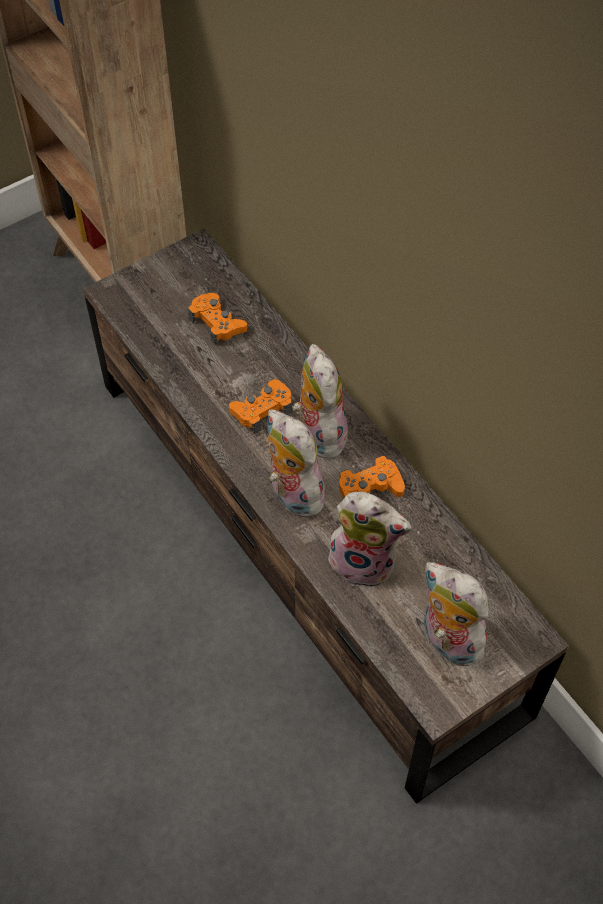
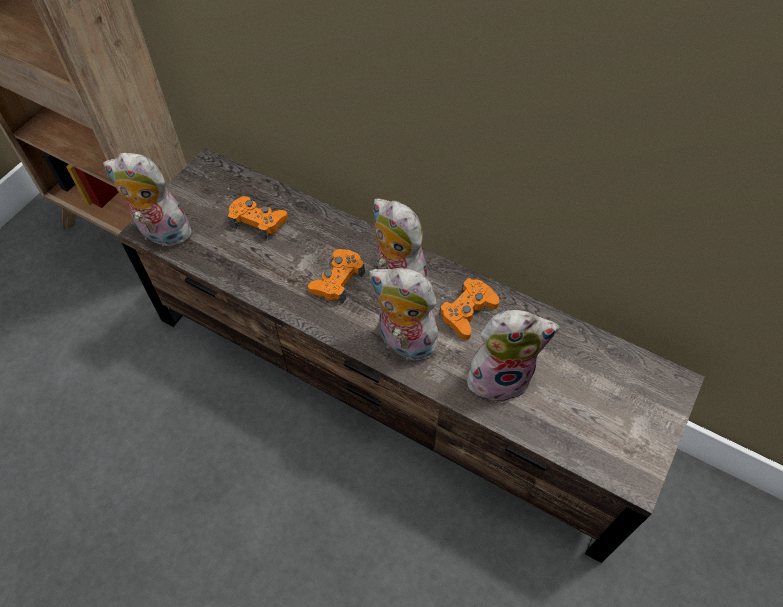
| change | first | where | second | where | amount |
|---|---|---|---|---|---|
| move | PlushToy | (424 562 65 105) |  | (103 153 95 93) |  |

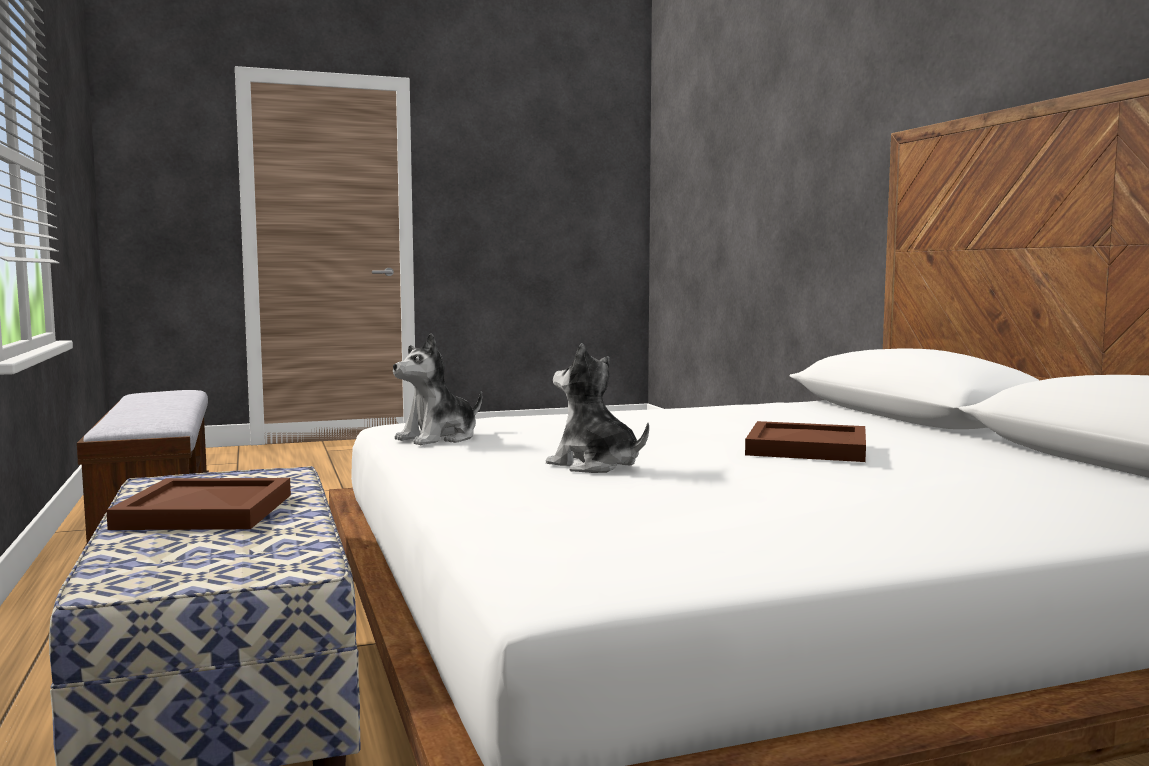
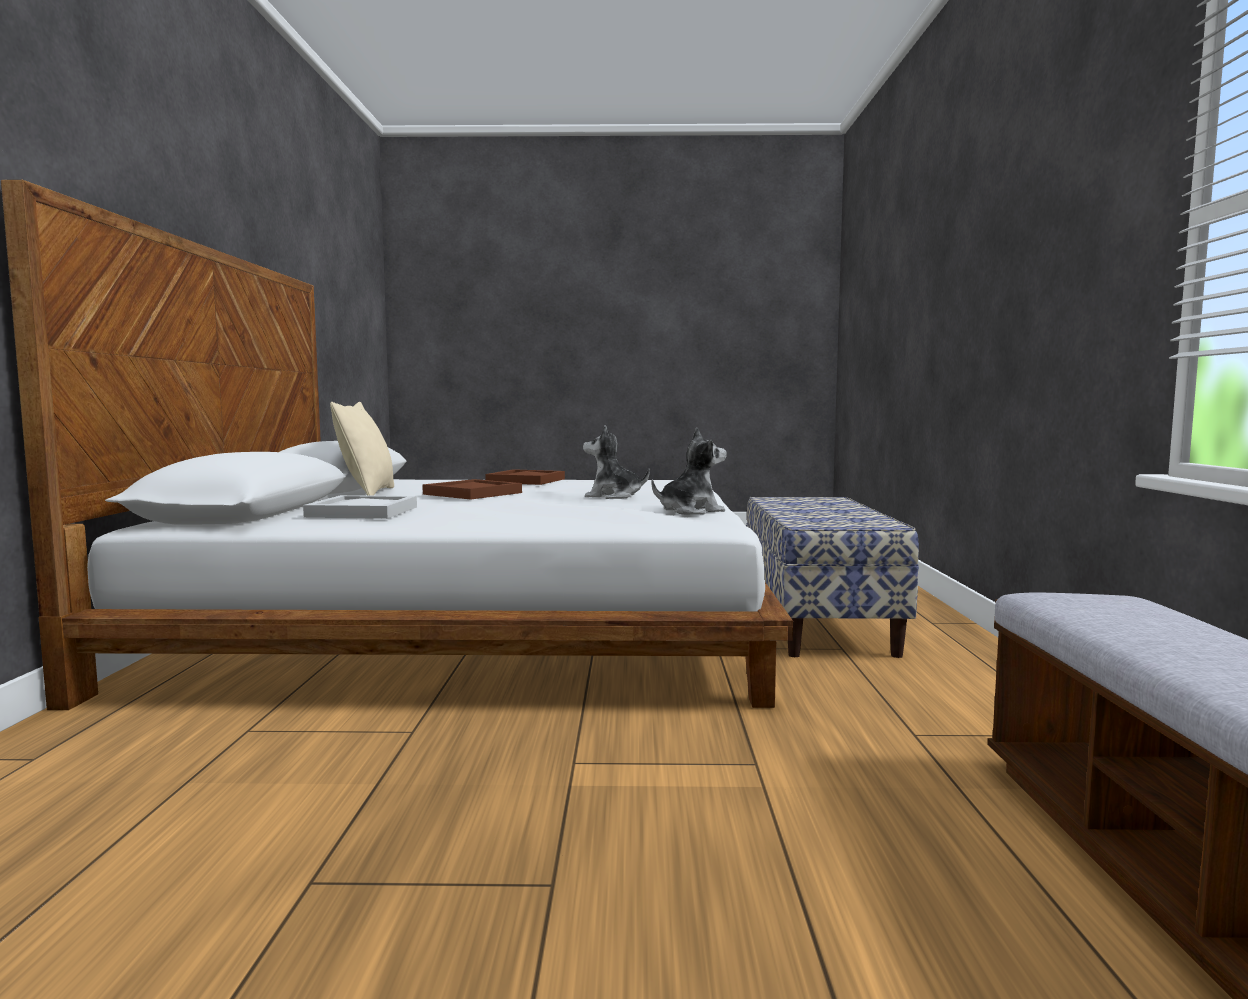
| change | first | where | second | where | amount |
|---|---|---|---|---|---|
| rotate | PlushToy | (546 343 103 130) |  | (583 425 67 74) | 135 degrees clockwise |
| move | BrownTray | (106 478 185 52) |  | (485 469 80 16) |  |
| insert |  |  | BeigePillow | (330 402 64 94) |  |
| insert |  |  | WhiteTray | (303 495 114 24) |  |

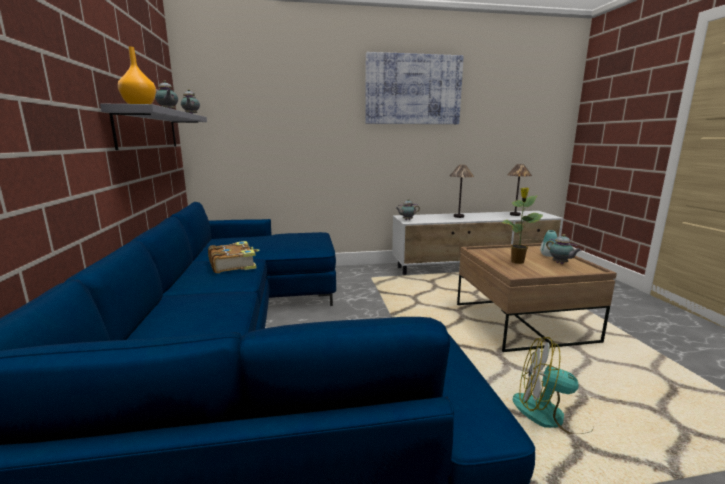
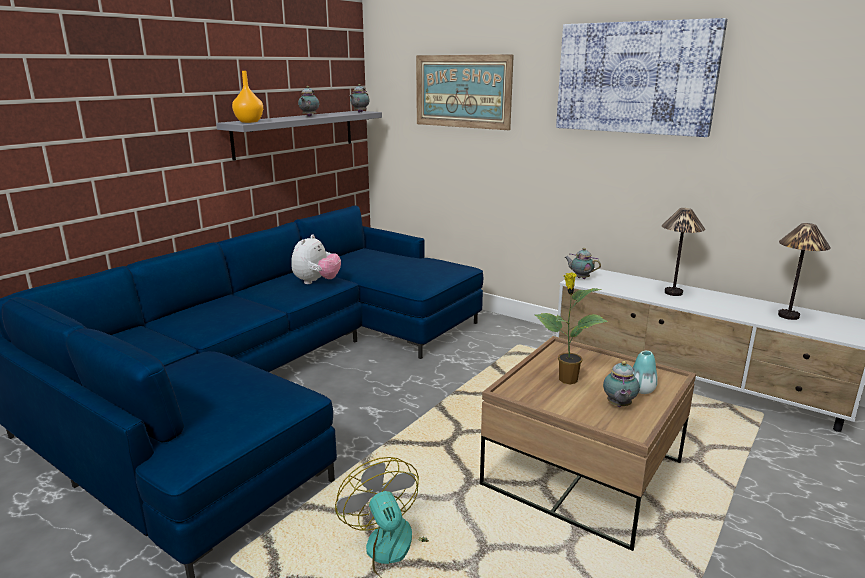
| change | first | where | second | where | amount |
|---|---|---|---|---|---|
| replace | Book | (208 241 52 32) | PlushToy | (291 235 50 49) |  |
| insert |  |  | Picture | (416 54 98 76) |  |

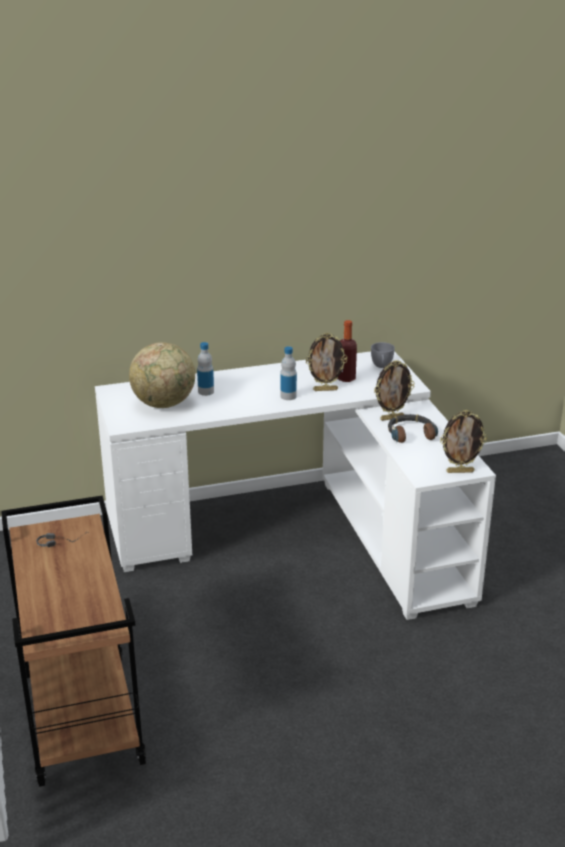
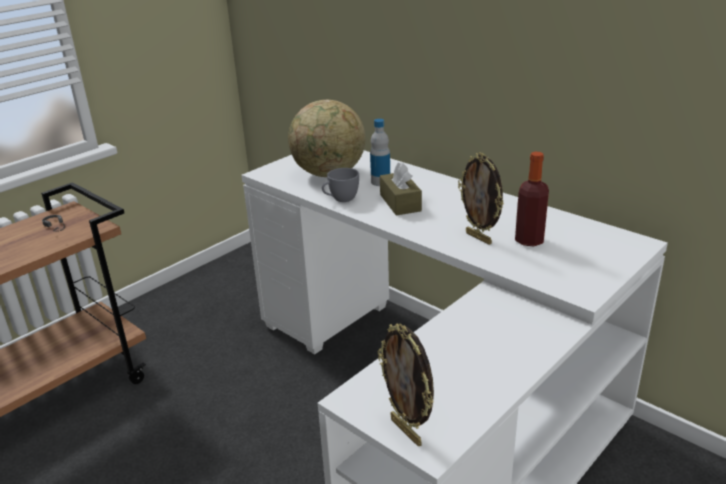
| change | first | where | second | where | amount |
|---|---|---|---|---|---|
| move | GreyCup | (371 342 24 26) |  | (322 168 37 34) |  |
| delete | Bottle | (280 346 17 54) |  |  |  |
| delete | PictureFrame | (374 360 41 61) |  |  |  |
| delete | Headphones | (388 414 50 29) |  |  |  |
| insert |  |  | BrownTissueBox | (380 162 42 54) |  |

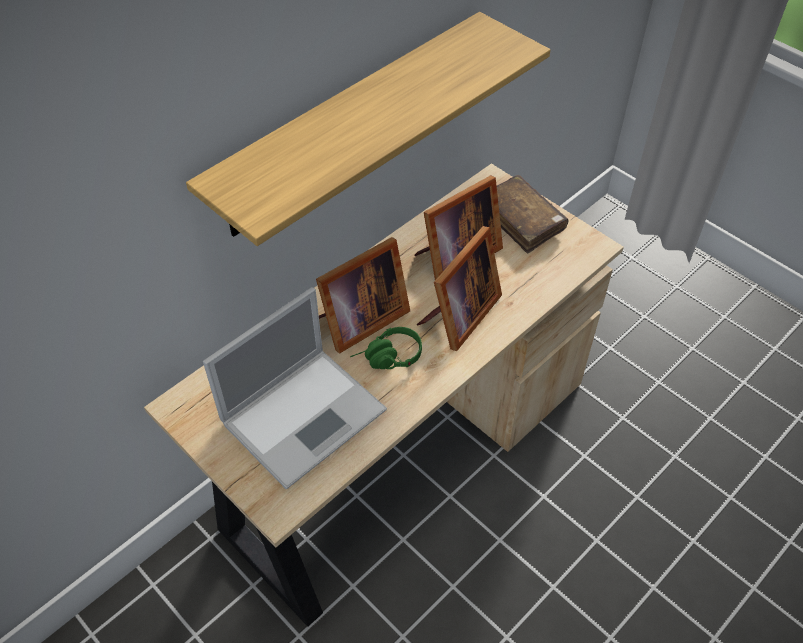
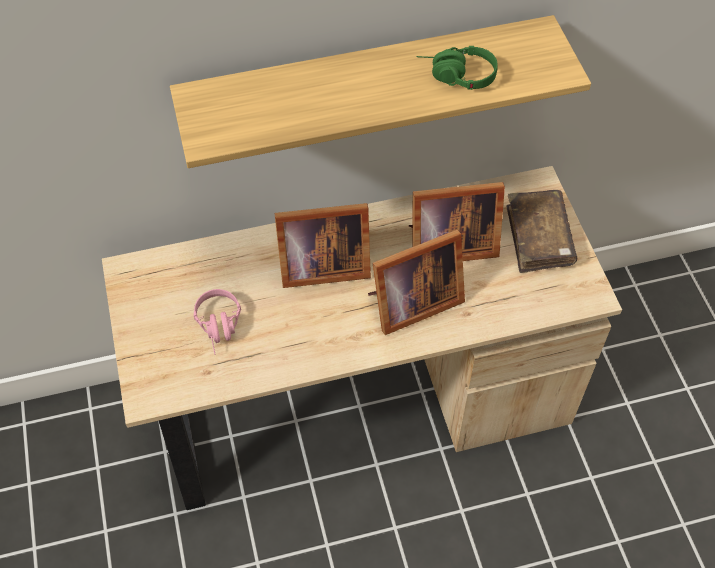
| change | first | where | second | where | amount |
|---|---|---|---|---|---|
| replace | Laptop | (203 287 184 202) | PinkHeadphones | (193 289 48 66) |  |
| move | GreenHeadphones | (350 327 72 42) |  | (417 46 81 44) |  |

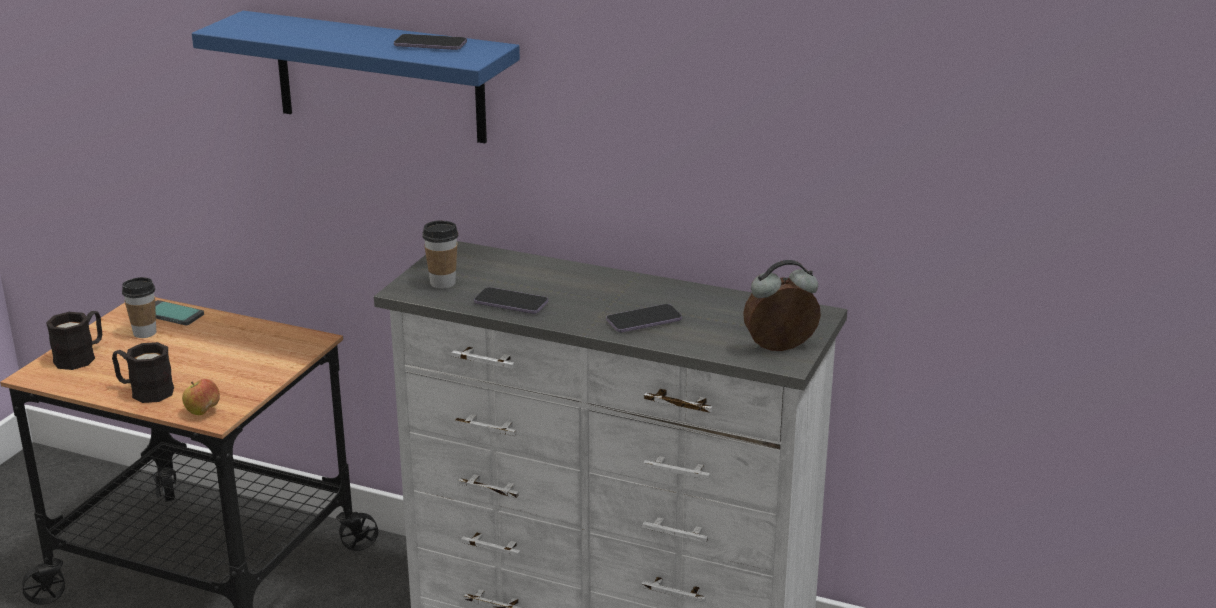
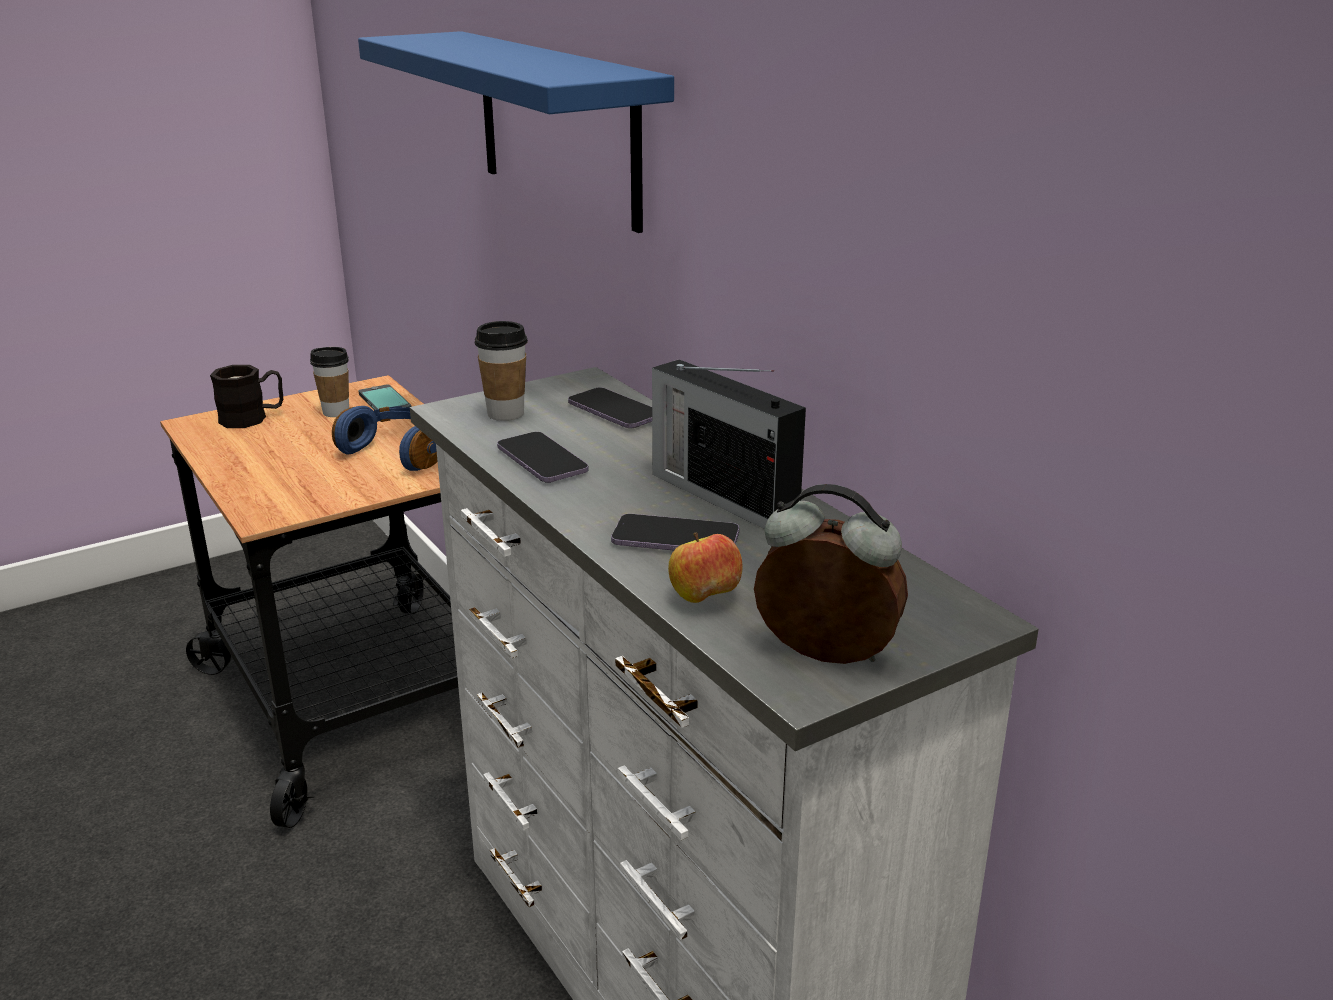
| change | first | where | second | where | amount |
|---|---|---|---|---|---|
| move | Phone | (394 34 73 16) |  | (568 387 84 41) |  |
| delete | BlackMug | (112 342 62 61) |  |  |  |
| move | Apple | (182 379 38 36) |  | (668 533 75 70) |  |
| insert |  |  | Radio | (652 359 154 170) |  |
| insert |  |  | BlueHeadphones | (332 406 106 65) |  |

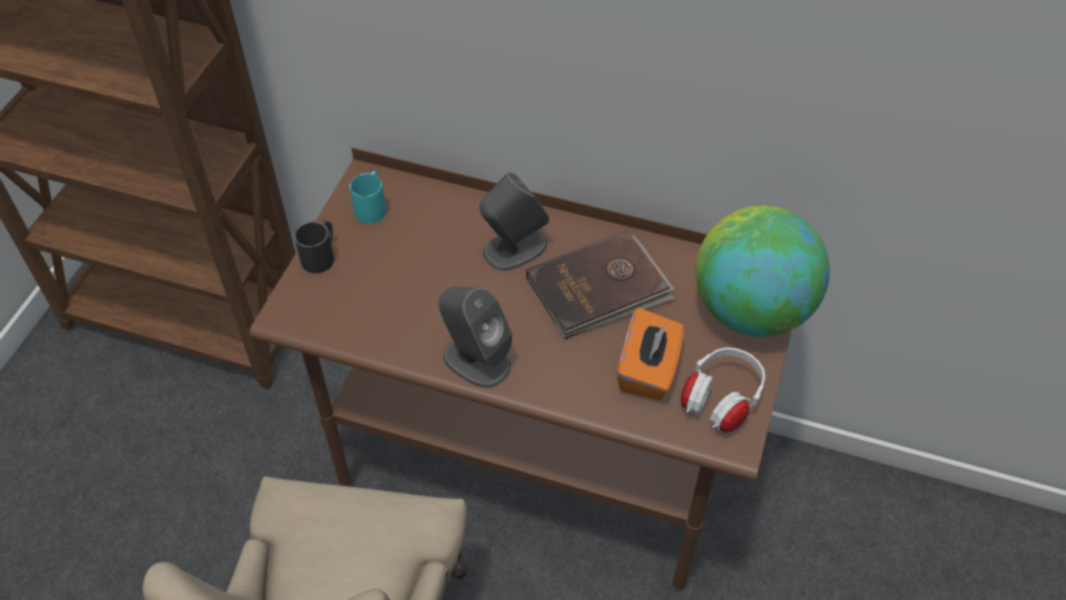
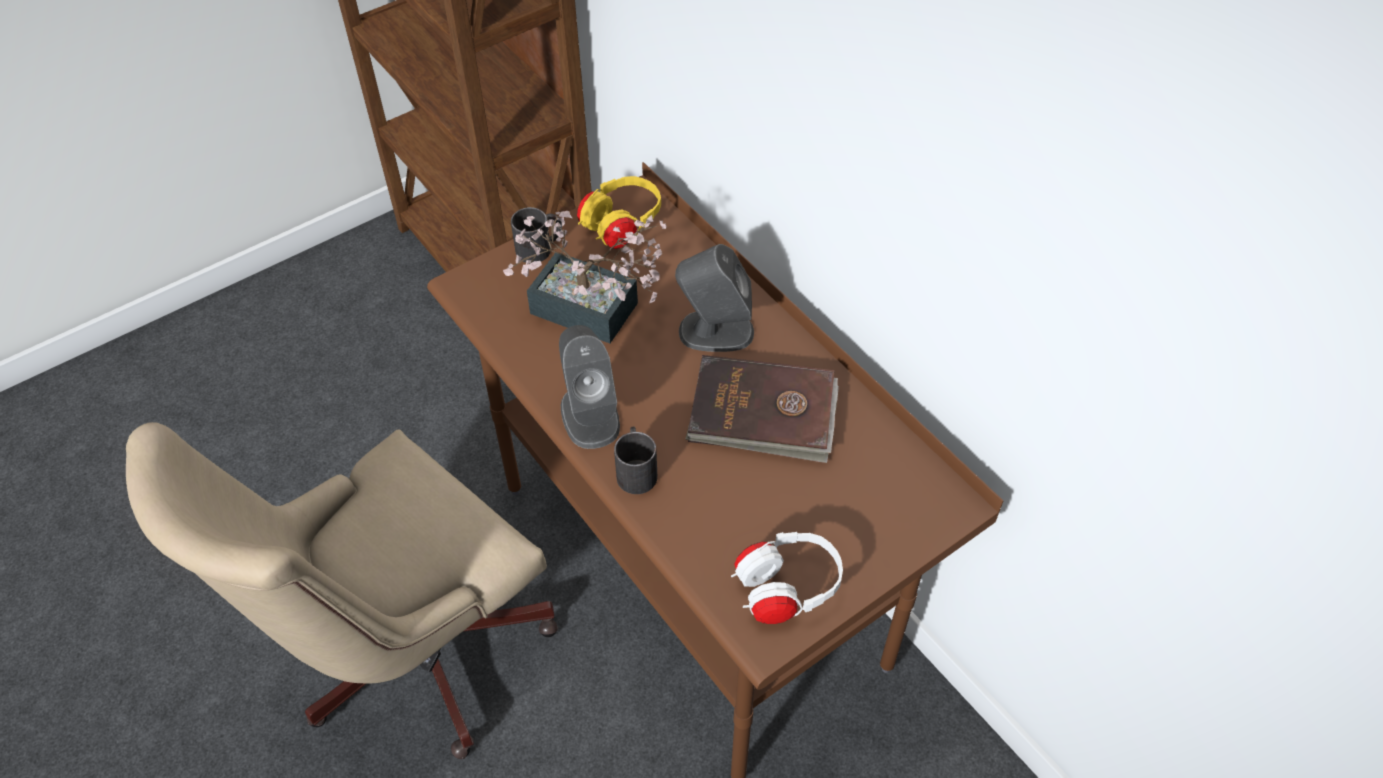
| change | first | where | second | where | amount |
|---|---|---|---|---|---|
| replace | TurquoiseMug | (349 171 37 53) | YellowHeadphones | (577 176 84 73) |  |
| delete | Globe | (696 206 134 131) |  |  |  |
| delete | OrangeTissueBox | (617 307 67 93) |  |  |  |
| insert |  |  | PottedPlant | (503 211 164 132) |  |
| insert |  |  | BlackMug | (614 427 43 67) |  |

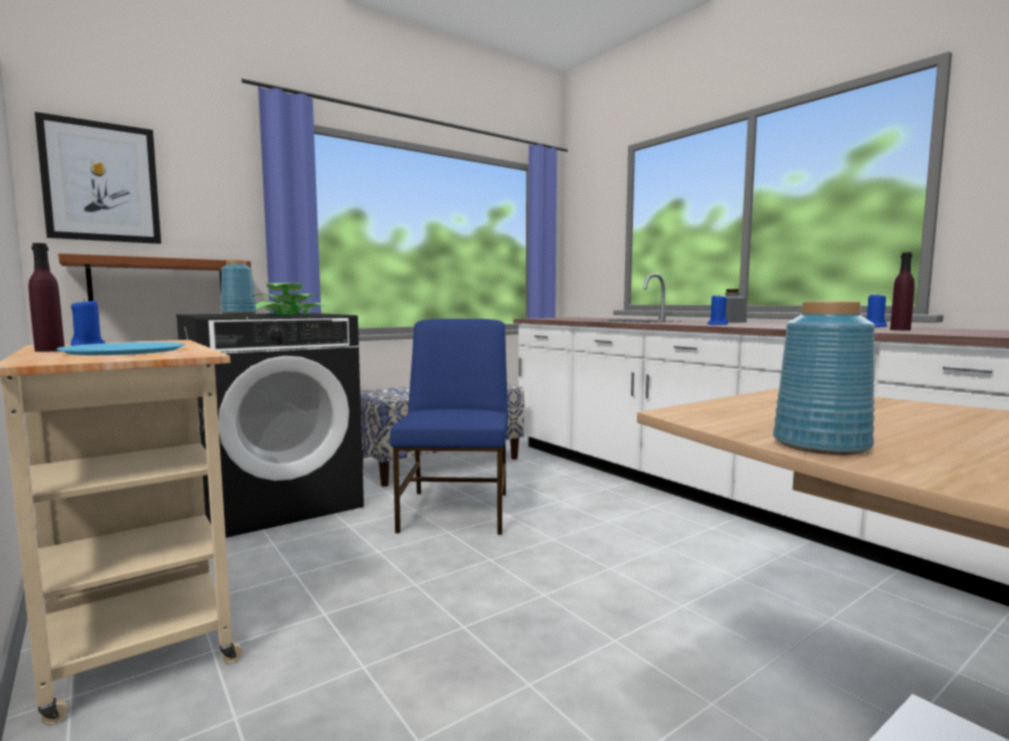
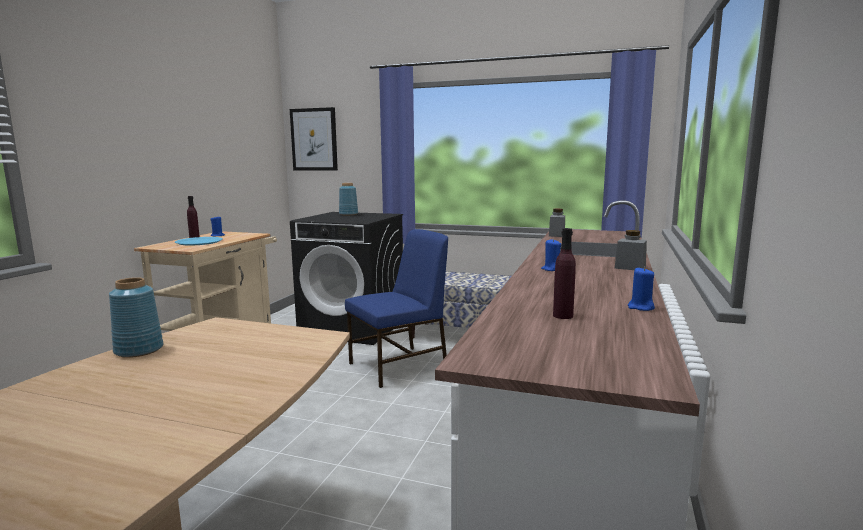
| change | first | where | second | where | amount |
|---|---|---|---|---|---|
| delete | BrownShelf | (58 253 193 49) |  |  |  |
| delete | PottedPlant | (250 283 80 32) |  |  |  |
| insert |  |  | GreyJar | (549 209 16 28) |  |

